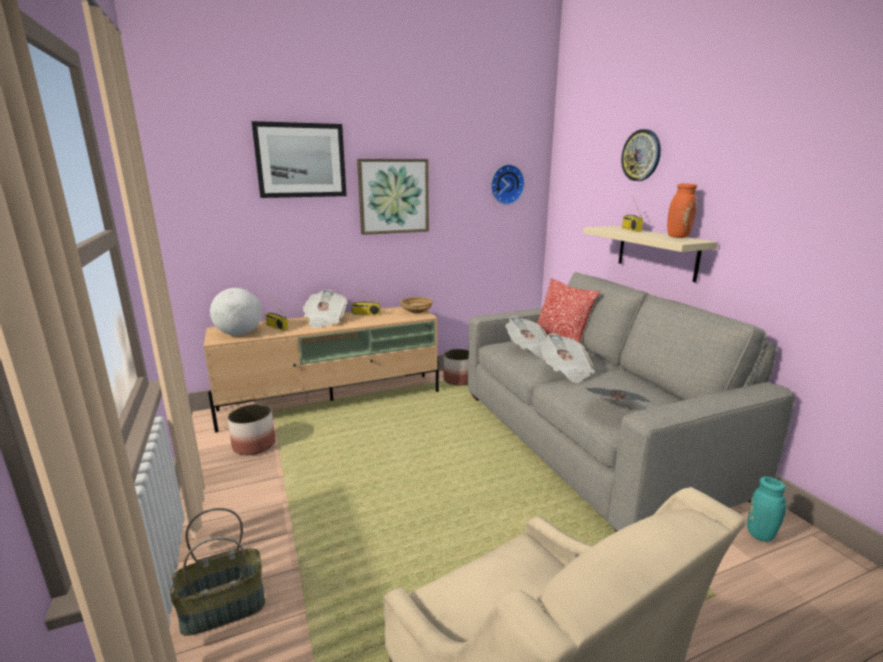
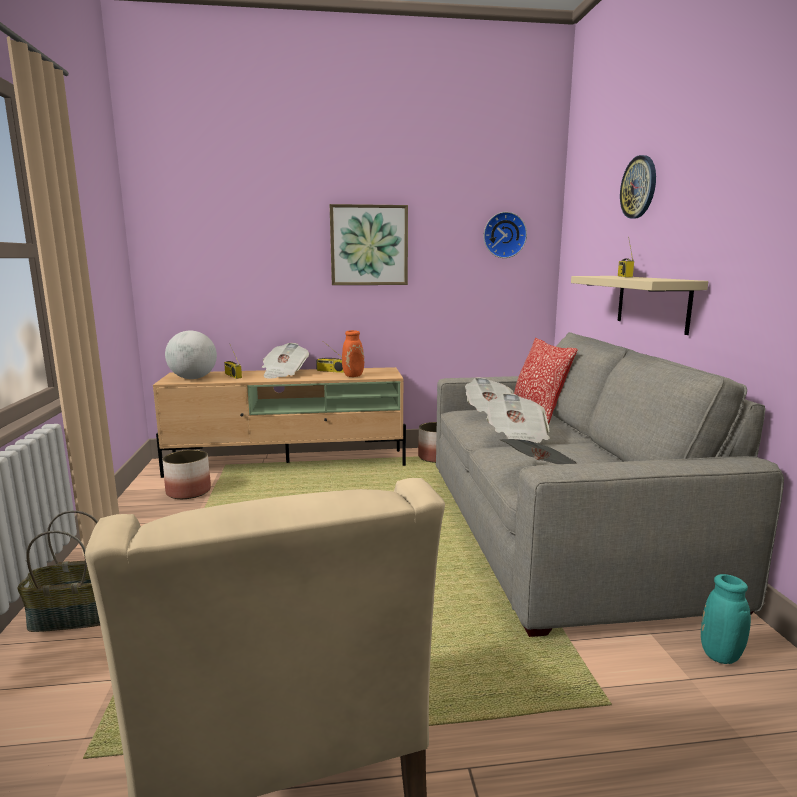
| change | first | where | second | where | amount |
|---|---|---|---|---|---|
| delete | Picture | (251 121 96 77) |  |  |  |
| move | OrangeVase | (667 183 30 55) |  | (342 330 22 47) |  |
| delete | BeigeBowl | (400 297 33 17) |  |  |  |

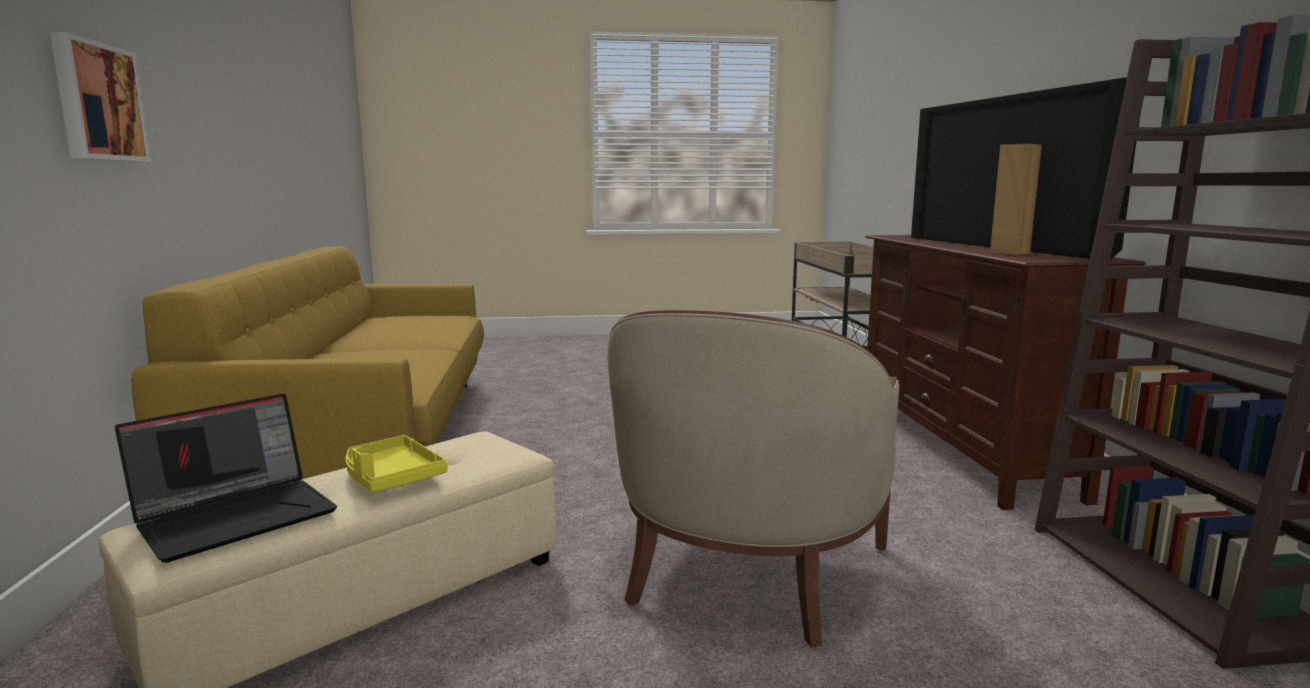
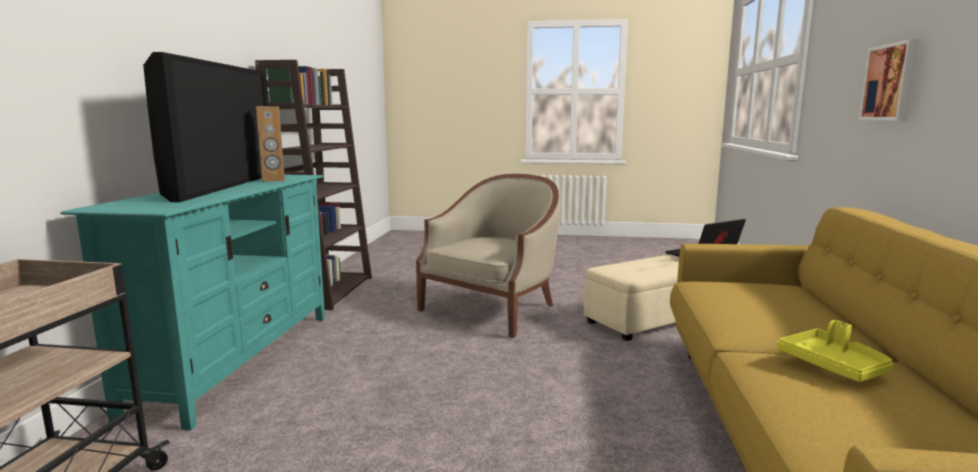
| change | first | where | second | where | amount |
|---|---|---|---|---|---|
| recolor | BrownTvStand | (865 235 281 275) | TurquoiseTvStand | (60 175 265 256) |  |
| move | YellowTray | (346 435 101 57) |  | (777 320 117 62) |  |

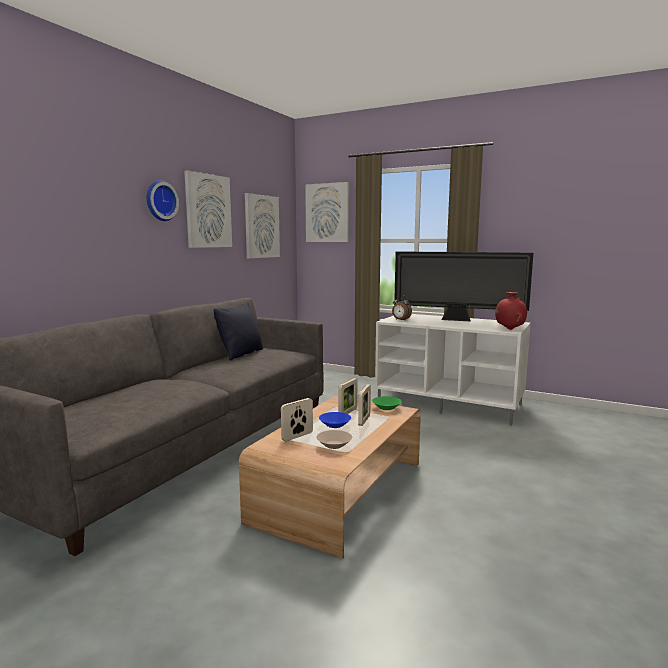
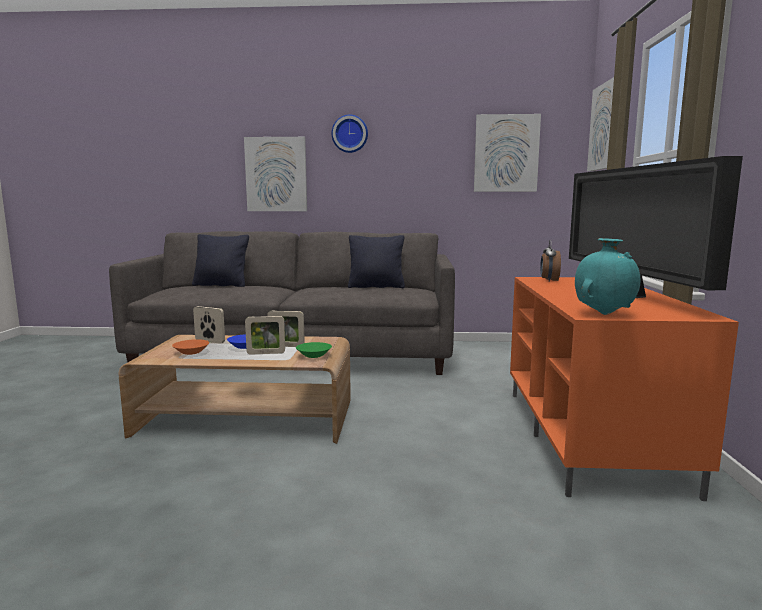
| change | first | where | second | where | amount |
|---|---|---|---|---|---|
| move | Picture | (184 170 48 78) |  | (244 137 63 74) |  |
| recolor | RedVase | (495 292 32 38) | TurquoiseVase | (575 238 66 77) |  |
| recolor | WhiteTvStand | (375 314 156 112) | OrangeTvStand | (510 277 229 224) |  |
| recolor | BeigeBowl | (316 430 36 19) | OrangeBowl | (172 339 37 16) |  |
| insert |  |  | BlackPillow | (192 234 57 53) |  |

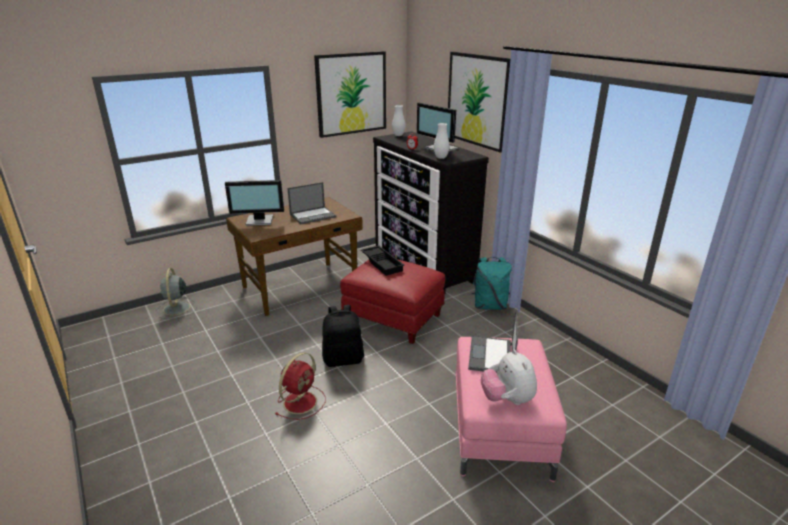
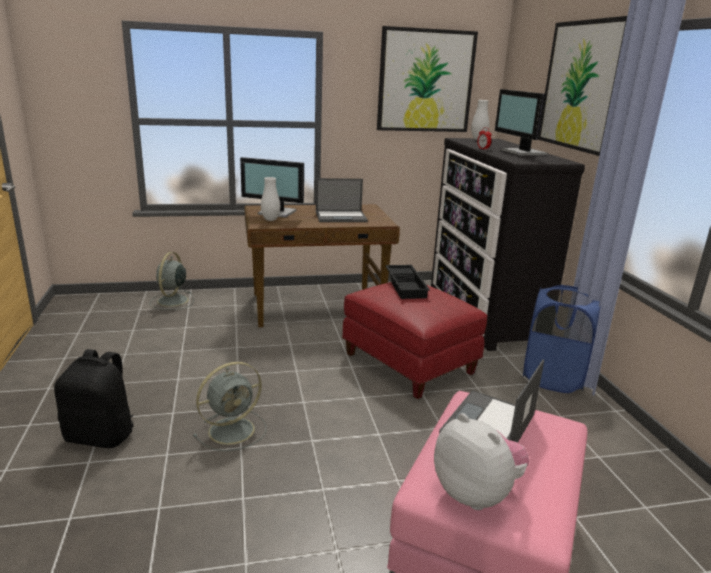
| change | first | where | second | where | amount |
|---|---|---|---|---|---|
| move | WhiteVase | (434 123 15 36) |  | (261 177 19 44) |  |
| replace | TurquoiseBackpack | (472 257 40 53) | BlueLaundryBasket | (523 285 78 108) |  |
| move | BlackBackpack | (322 305 42 62) |  | (54 349 80 99) |  |
| rotate | PlushToy | (481 349 56 56) |  | (434 413 96 97) | 135 degrees clockwise |
| recolor | RedFan | (275 352 51 68) | GreyFan | (193 362 73 89) |  |

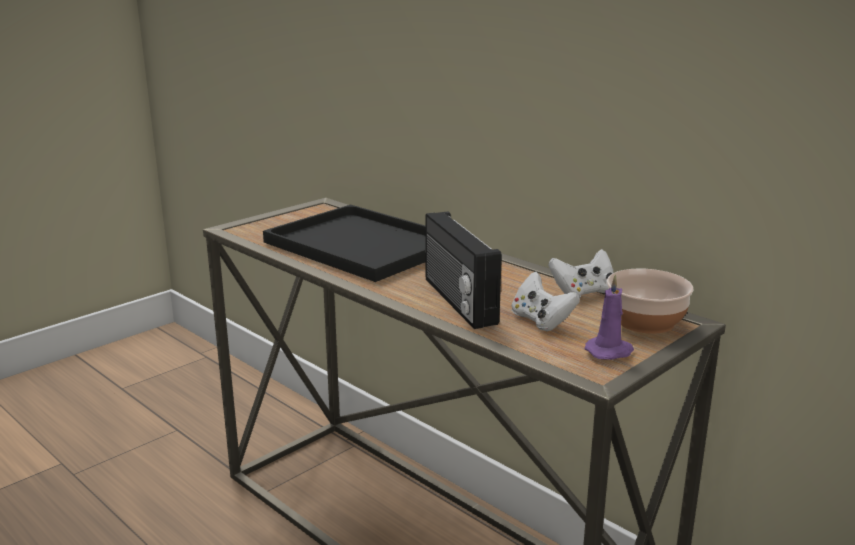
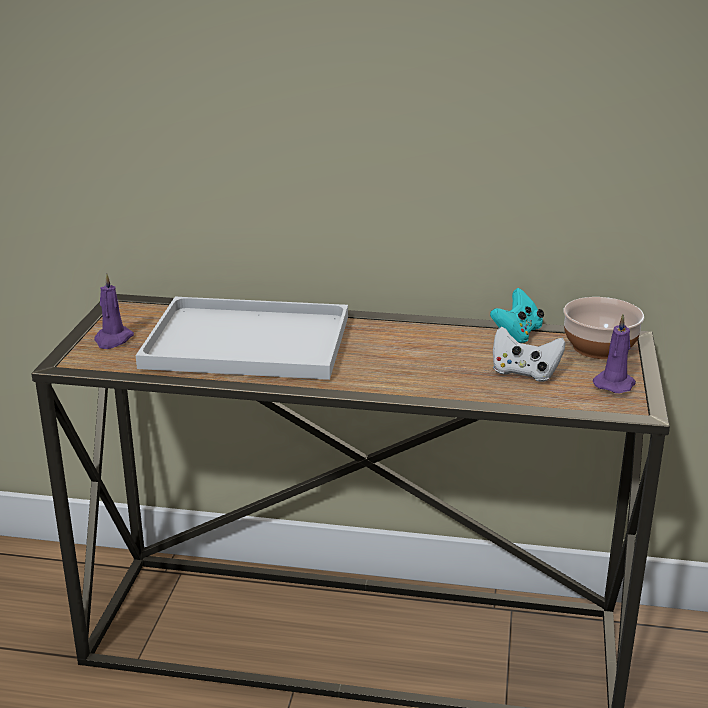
| change | first | where | second | where | amount |
|---|---|---|---|---|---|
| recolor | BlackTray | (263 204 163 78) | WhiteTray | (136 297 212 83) |  |
| delete | Radio | (426 211 76 118) |  |  |  |
| recolor | WhiteGameController | (548 249 65 48) | TurquoiseGameController | (490 288 54 55) |  |
| insert |  |  | PurpleCandle | (94 273 40 76) |  |

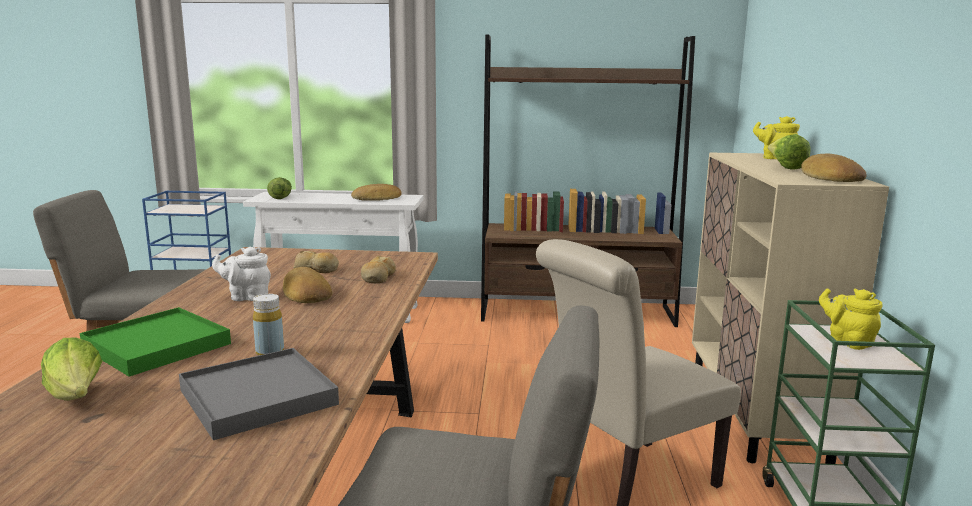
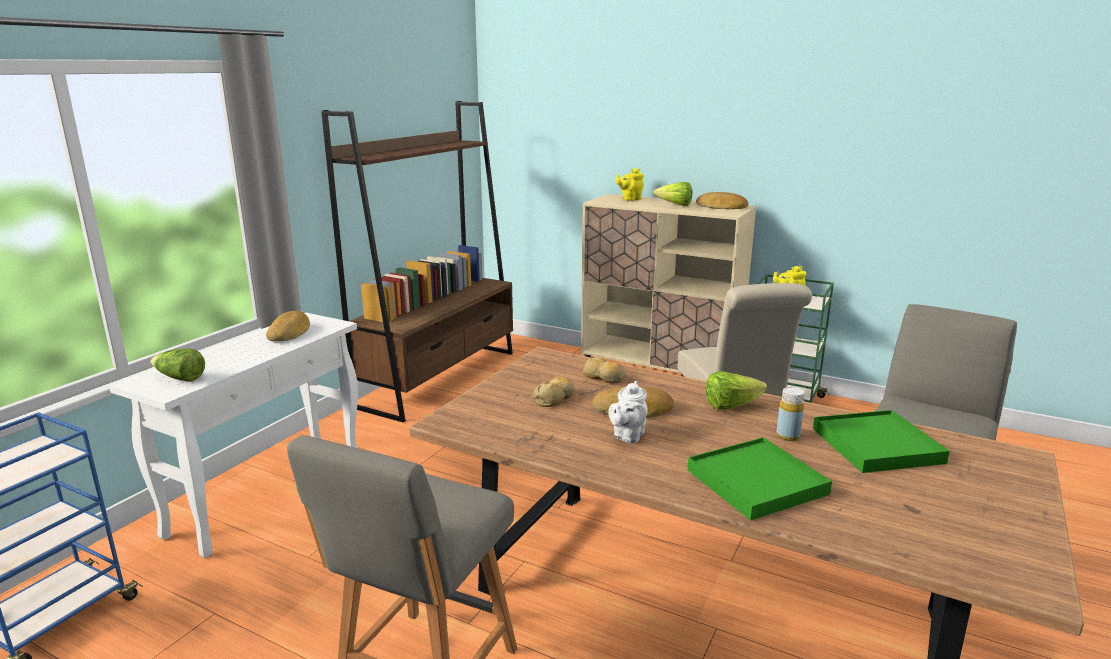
| change | first | where | second | where | amount |
|---|---|---|---|---|---|
| move | Lettuce | (41 338 61 63) |  | (706 371 61 39) |  |
| recolor | GreyTray | (179 348 160 92) | GreenTray | (813 410 137 63) |  |

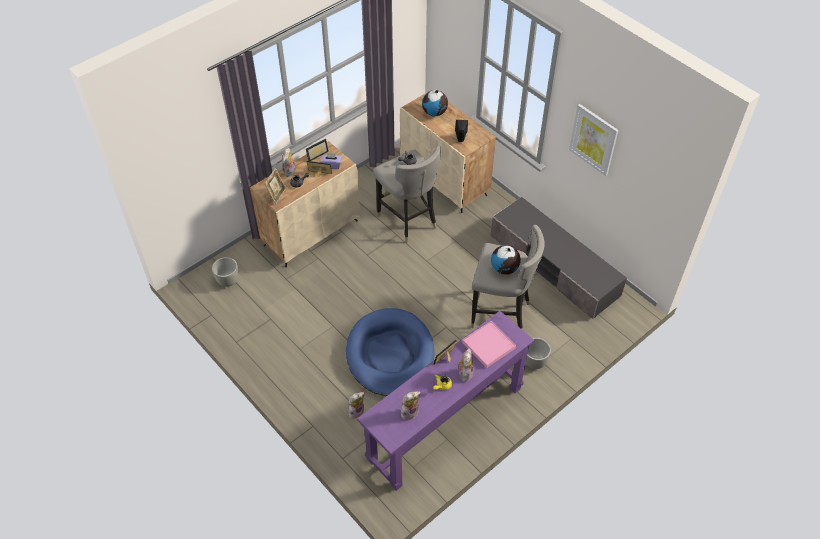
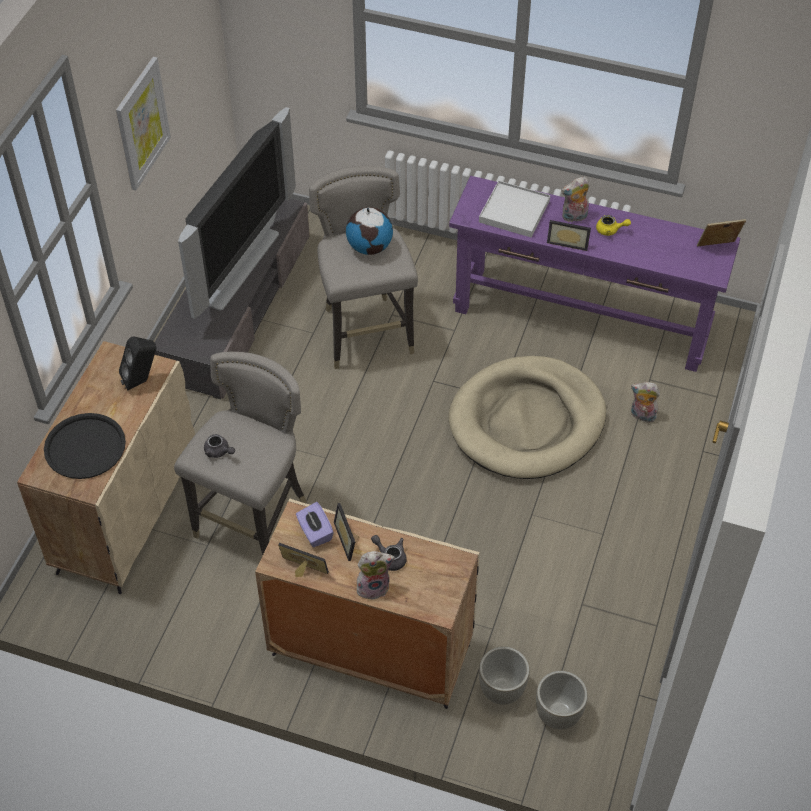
| change | first | where | second | where | amount |
|---|---|---|---|---|---|
| replace | Globe | (422 90 26 26) | BlackTray | (44 413 82 66) |  |
| move | PictureFrame | (265 168 21 36) |  | (697 219 49 27) |  |
| recolor | BlueDogBed | (346 308 88 88) | BeigeDogBed | (449 356 157 123) |  |
| recolor | PinkTray | (462 321 54 47) | WhiteTray | (479 181 71 56) |  |
| move | GreyPlanter | (525 338 26 31) |  | (479 646 51 59) |  |
| delete | PlushToy | (401 391 20 29) |  |  |  |
| insert |  |  | Television | (178 107 118 212) |  |

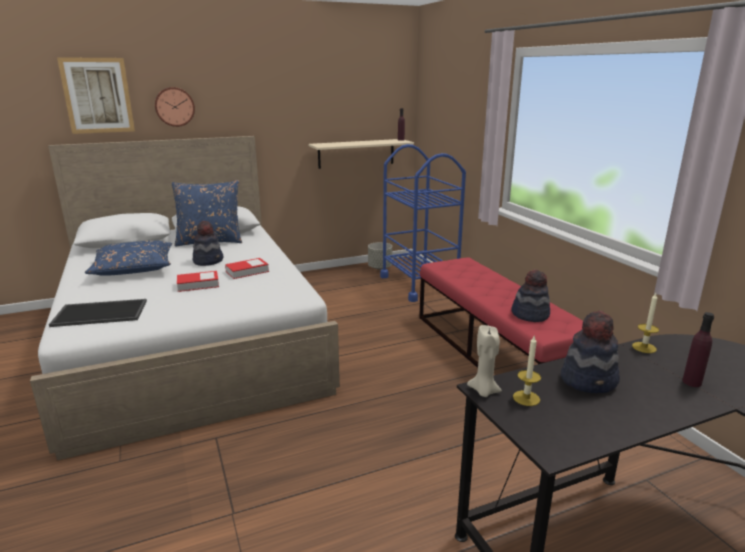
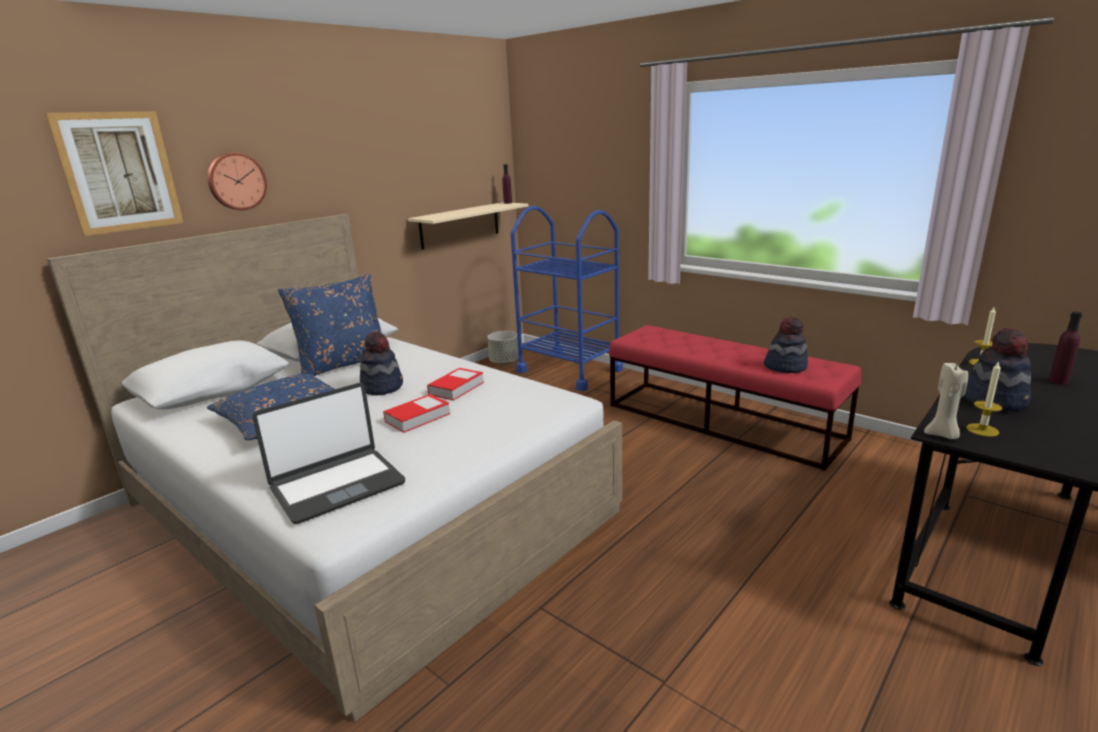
| change | first | where | second | where | amount |
|---|---|---|---|---|---|
| replace | Tray | (49 299 98 28) | Laptop | (252 383 153 141) |  |

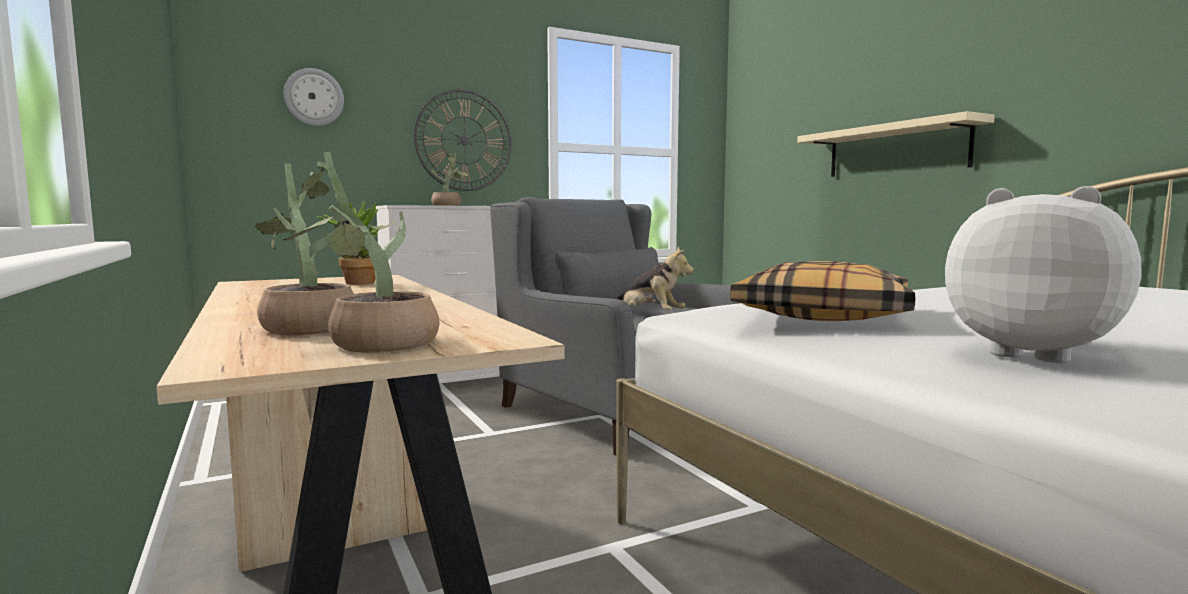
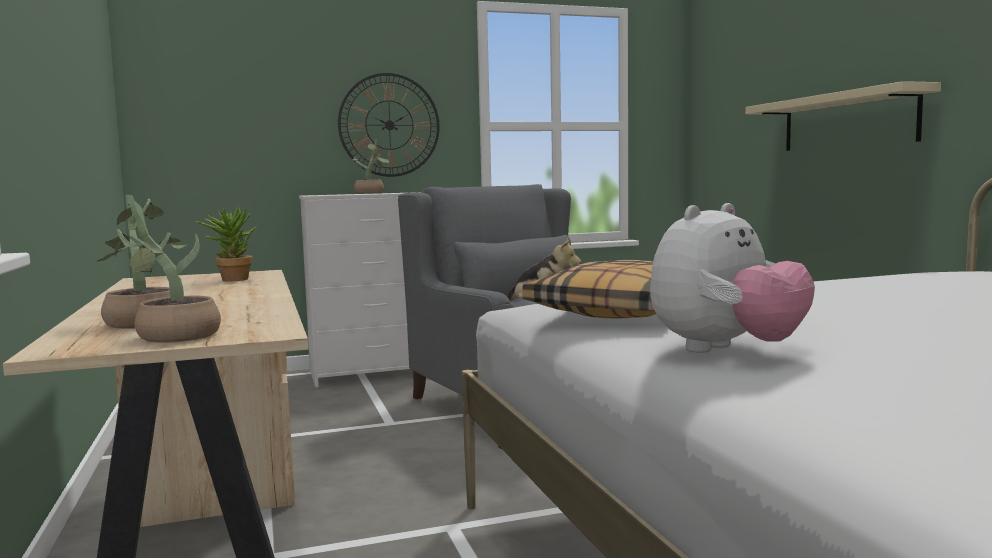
| change | first | where | second | where | amount |
|---|---|---|---|---|---|
| delete | WallClock | (284 68 60 58) |  |  |  |
| rotate | PlushToy | (945 186 196 177) |  | (650 203 165 150) | 90 degrees clockwise |

